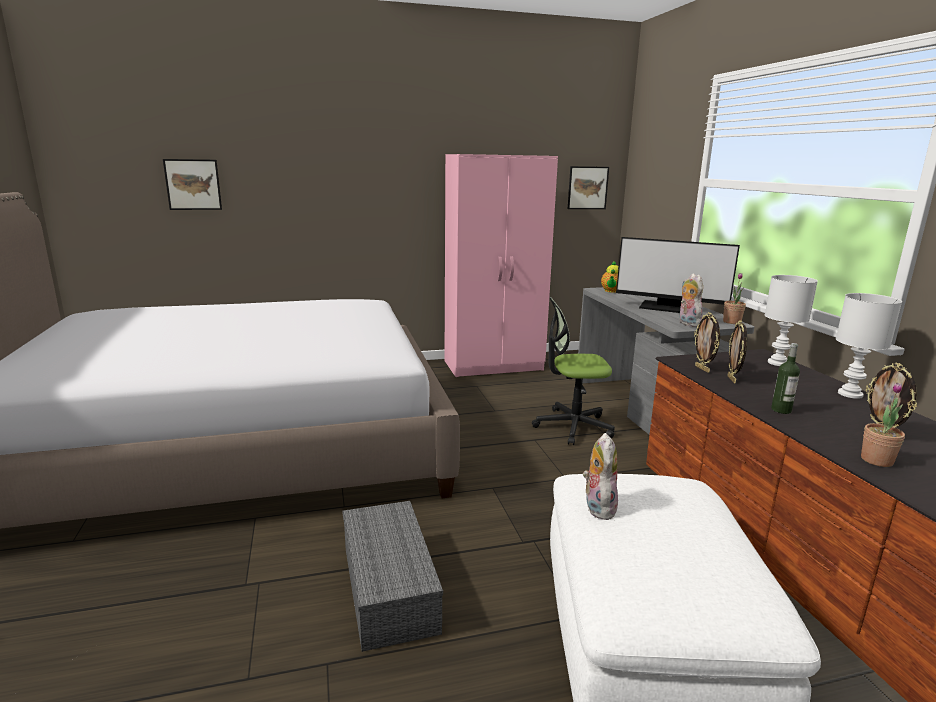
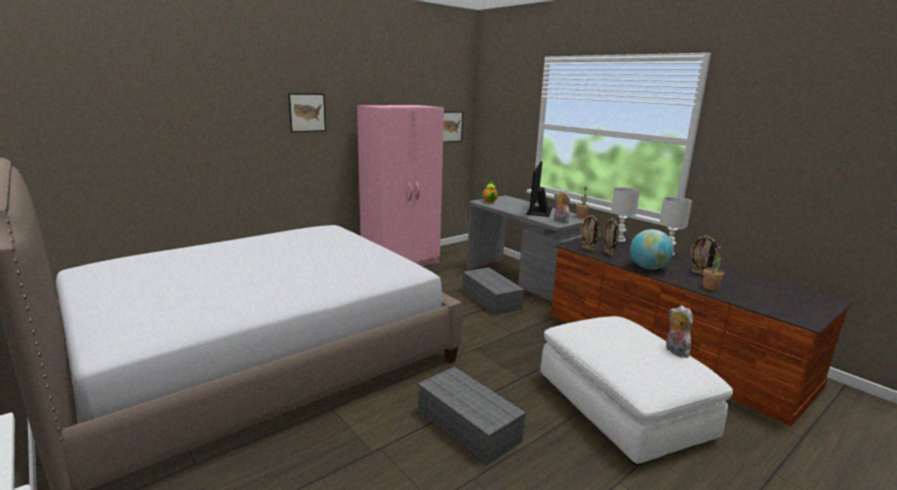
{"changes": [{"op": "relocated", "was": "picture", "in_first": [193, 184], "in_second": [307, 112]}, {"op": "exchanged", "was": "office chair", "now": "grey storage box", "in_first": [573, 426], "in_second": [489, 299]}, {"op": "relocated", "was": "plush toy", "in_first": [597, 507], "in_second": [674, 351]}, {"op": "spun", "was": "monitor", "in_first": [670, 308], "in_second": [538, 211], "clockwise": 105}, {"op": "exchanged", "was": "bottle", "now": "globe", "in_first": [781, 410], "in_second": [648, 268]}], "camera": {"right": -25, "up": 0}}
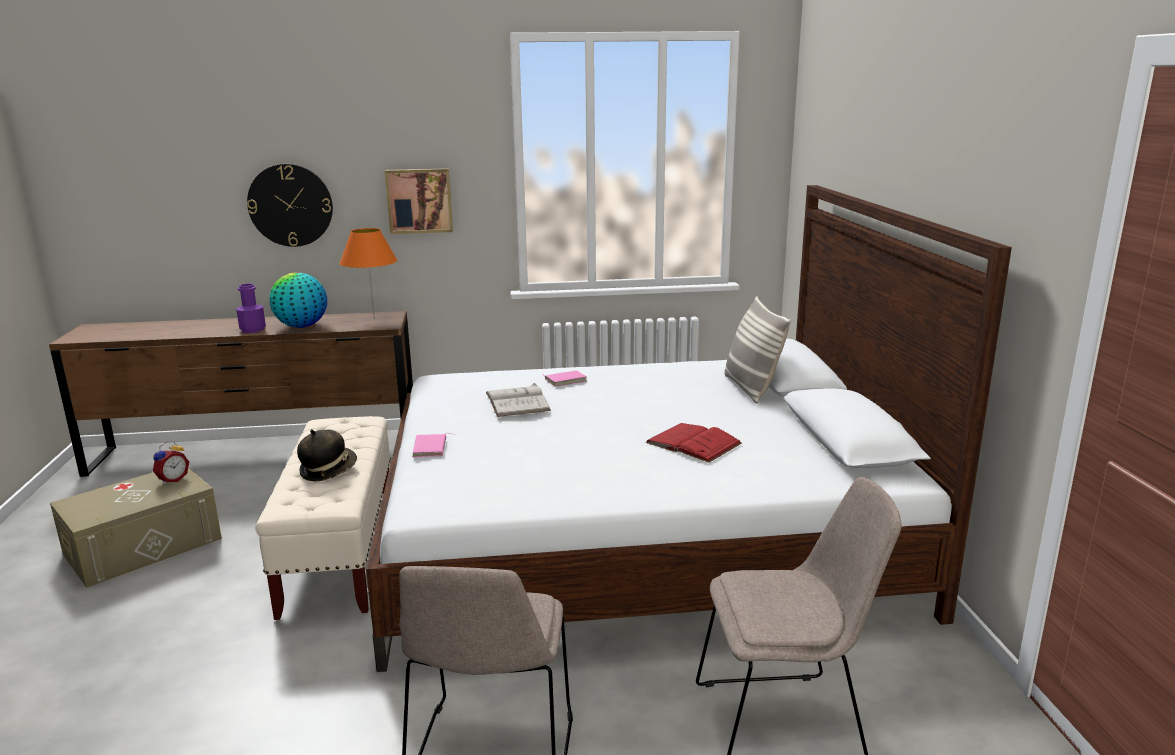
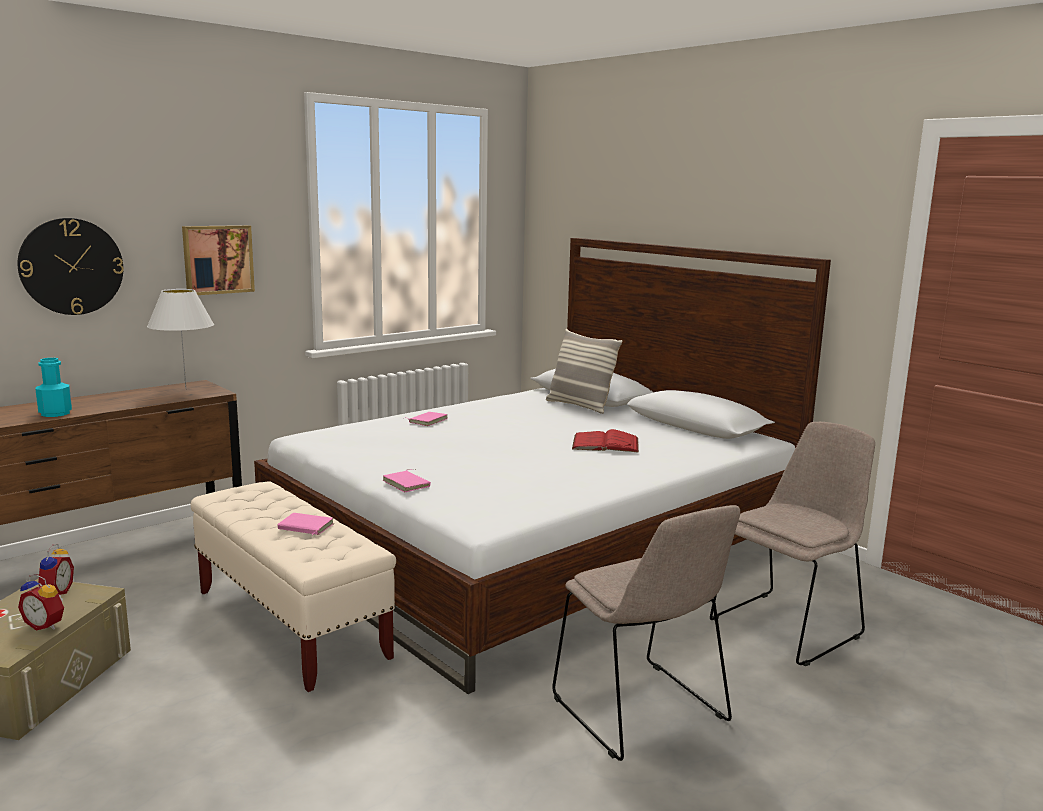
{"changes": [{"op": "colour", "was": "purple bottle", "now": "turquoise bottle", "in_first": [253, 330], "in_second": [55, 413]}, {"op": "missing", "was": "globe", "in_first": [301, 326]}, {"op": "exchanged", "was": "hat", "now": "pink book", "in_first": [328, 470], "in_second": [304, 527]}, {"op": "colour", "was": "orange table lamp", "now": "white table lamp", "in_first": [374, 318], "in_second": [185, 389]}, {"op": "missing", "was": "white book", "in_first": [517, 401]}, {"op": "appeared", "now": "alarm clock", "in_second": [46, 625]}], "camera": {"right": -35, "up": -5}}
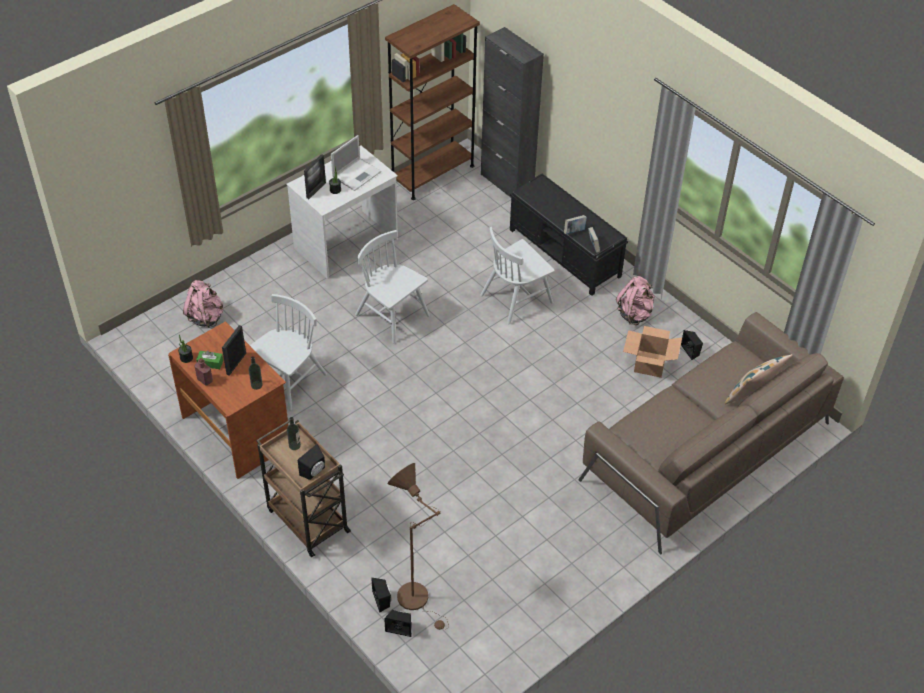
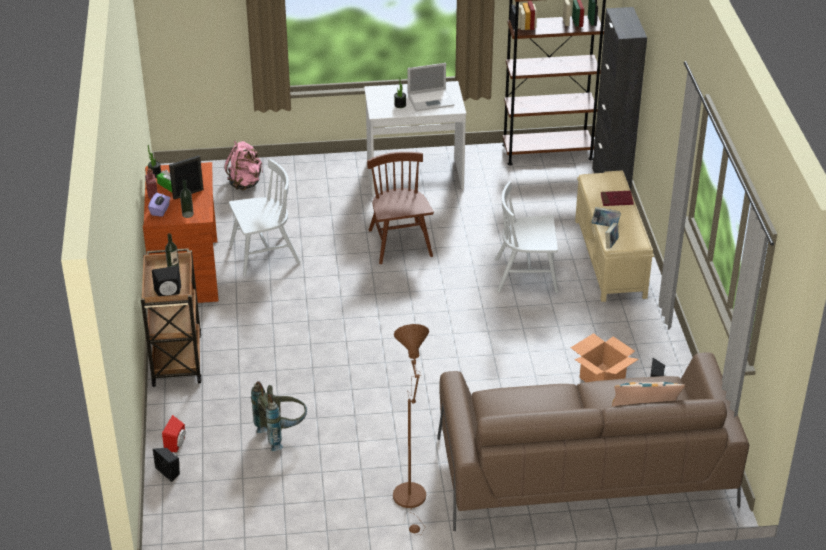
{"changes": [{"op": "missing", "was": "picture frame", "in_first": [316, 190]}, {"op": "colour", "was": "white chair", "now": "brown chair", "in_first": [392, 316], "in_second": [400, 243]}, {"op": "colour", "was": "black speaker", "now": "red speaker", "in_first": [383, 600], "in_second": [177, 444]}, {"op": "relocated", "was": "brown floor lamp", "in_first": [418, 600], "in_second": [411, 500]}, {"op": "colour", "was": "black bench", "now": "beige bench", "in_first": [565, 253], "in_second": [610, 259]}, {"op": "missing", "was": "pink backpack", "in_first": [635, 314]}, {"op": "appeared", "now": "purple tissue box", "in_second": [160, 210]}, {"op": "appeared", "now": "grey backpack", "in_second": [282, 433]}, {"op": "appeared", "now": "red book", "in_second": [616, 200]}], "camera": {"right": 35, "up": -10}}
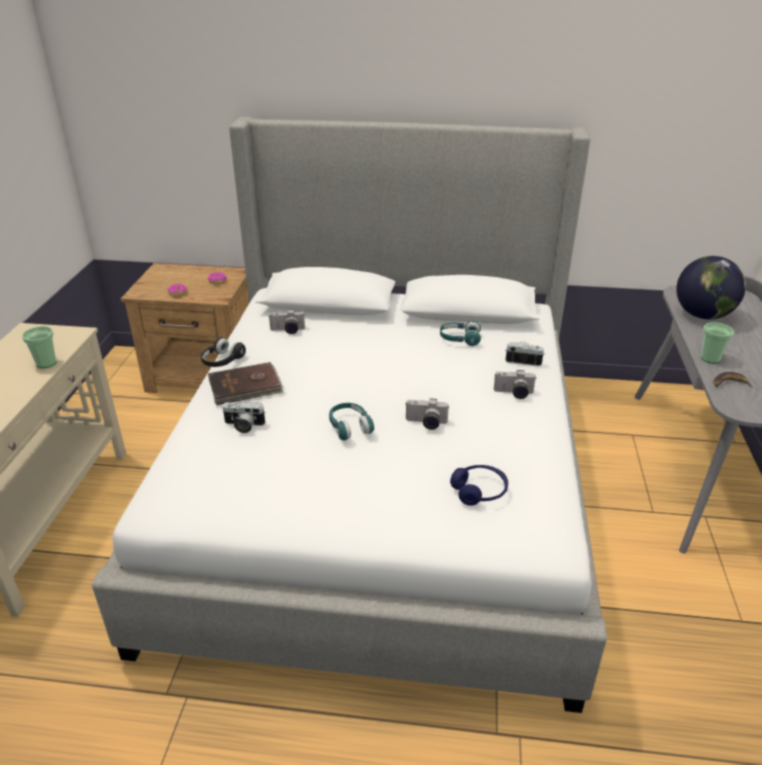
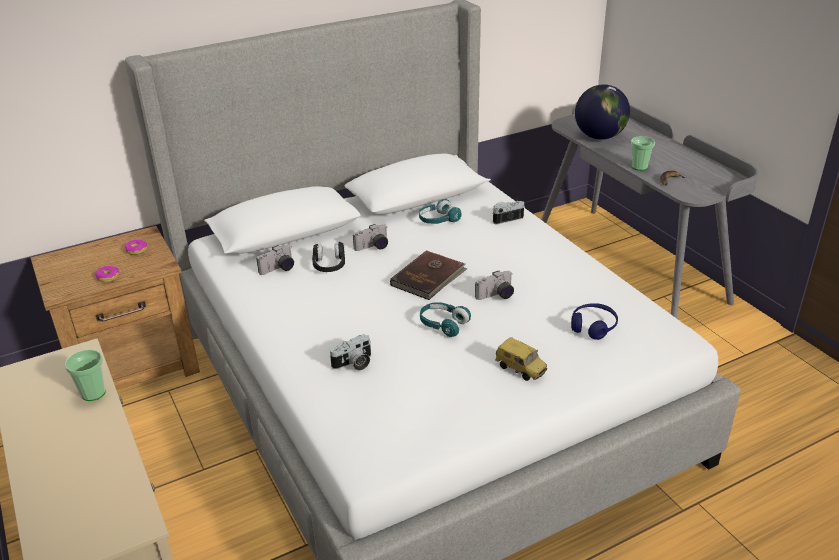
{"changes": [{"op": "relocated", "was": "black headphones", "in_first": [222, 361], "in_second": [329, 265]}, {"op": "relocated", "was": "brown book", "in_first": [246, 387], "in_second": [429, 278]}, {"op": "relocated", "was": "photo camera", "in_first": [513, 394], "in_second": [373, 247]}, {"op": "appeared", "now": "toy car", "in_second": [521, 369]}], "camera": {"right": -35, "up": 0}}
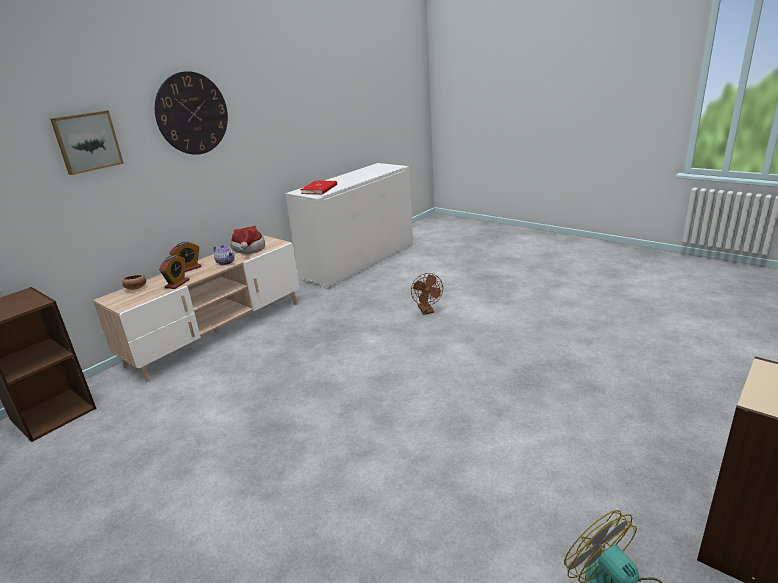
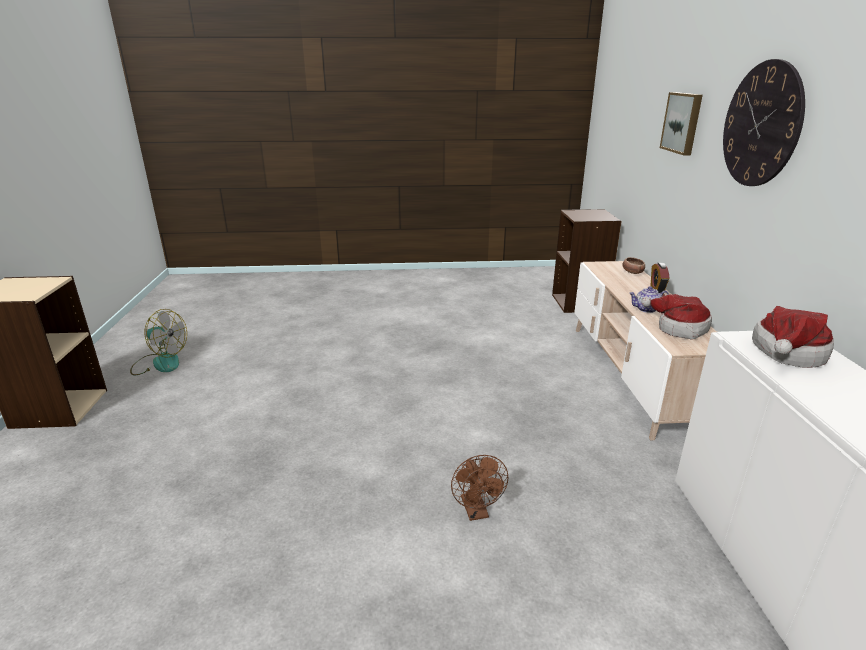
{"changes": [{"op": "missing", "was": "alarm clock", "in_first": [177, 284]}, {"op": "exchanged", "was": "red book", "now": "hat", "in_first": [320, 189], "in_second": [786, 354]}, {"op": "spun", "was": "brown fan", "in_first": [427, 311], "in_second": [476, 512], "clockwise": -135}], "camera": {"right": 135, "up": 0}}
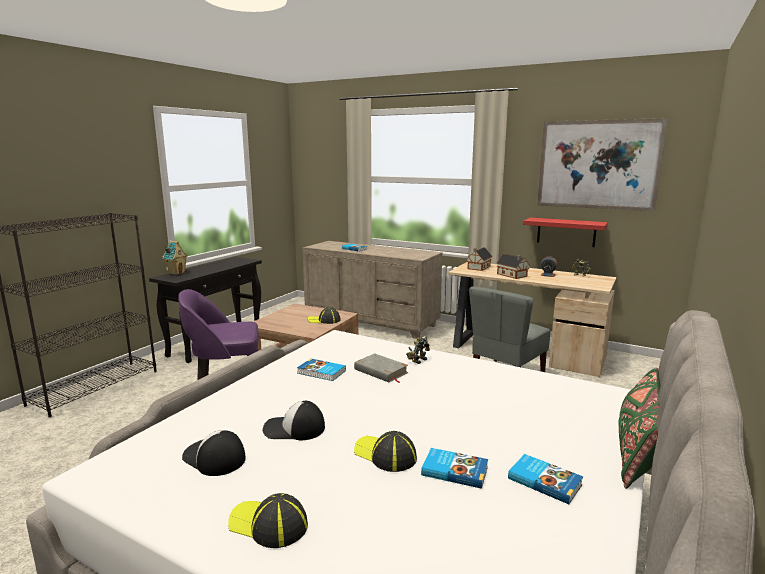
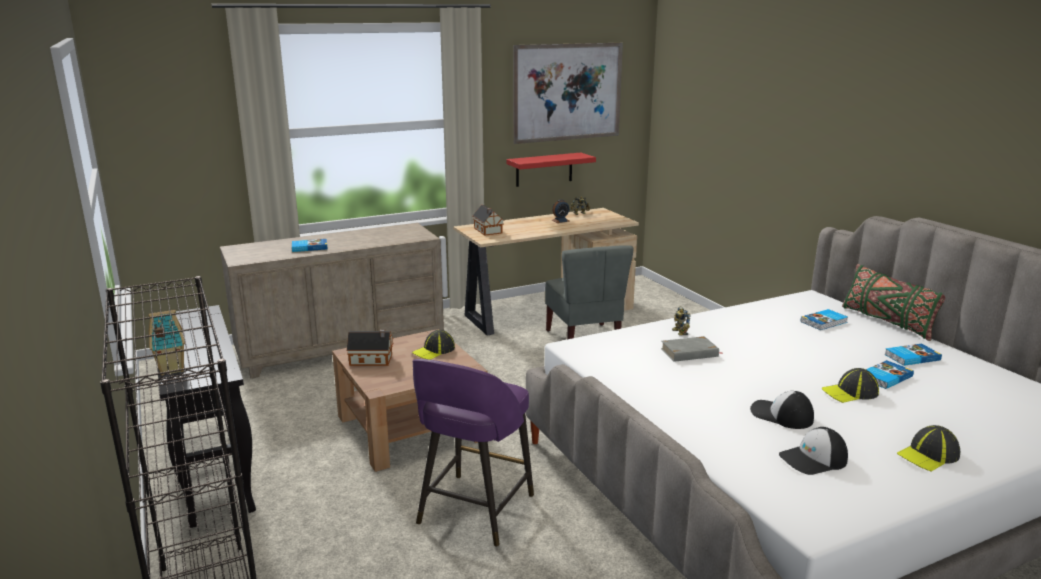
{"changes": [{"op": "spun", "was": "cap", "in_first": [293, 429], "in_second": [781, 415], "clockwise": 90}, {"op": "relocated", "was": "book", "in_first": [321, 372], "in_second": [824, 322]}, {"op": "relocated", "was": "toy house", "in_first": [512, 275], "in_second": [373, 360]}], "camera": {"right": -55, "up": 5}}
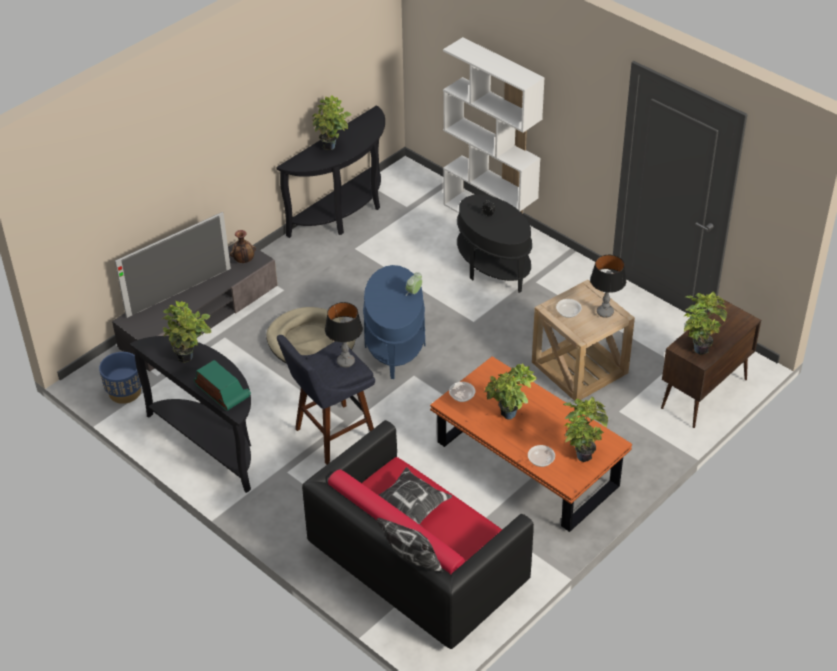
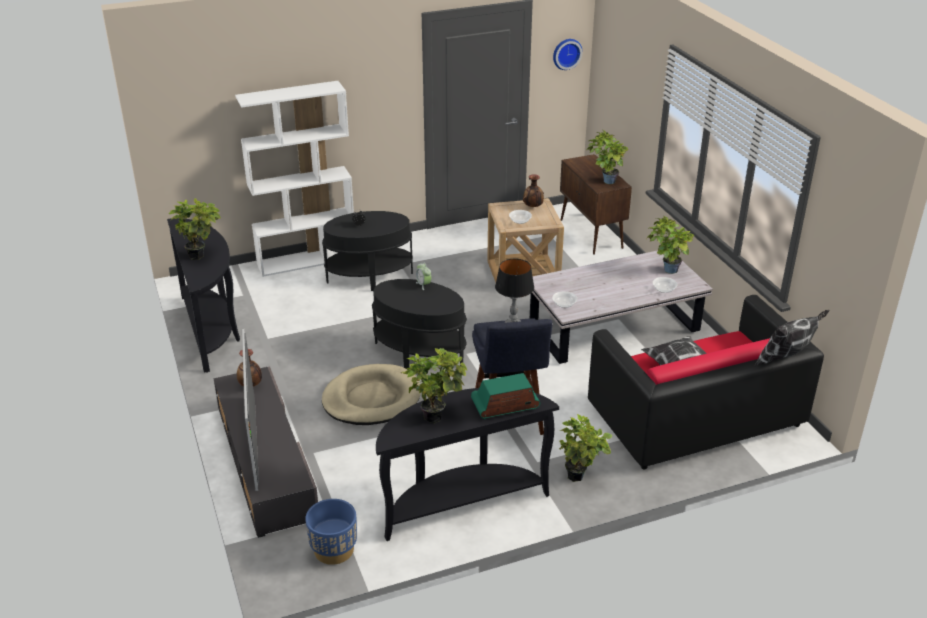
{"changes": [{"op": "colour", "was": "blue side table", "now": "black side table", "in_first": [395, 345], "in_second": [419, 353]}, {"op": "colour", "was": "orange coffee table", "now": "white coffee table", "in_first": [527, 464], "in_second": [613, 328]}, {"op": "relocated", "was": "potted plant", "in_first": [509, 417], "in_second": [580, 478]}, {"op": "exchanged", "was": "table lamp", "now": "vase", "in_first": [604, 312], "in_second": [533, 207]}, {"op": "appeared", "now": "wall clock", "in_second": [566, 53]}], "camera": {"right": -65, "up": -10}}
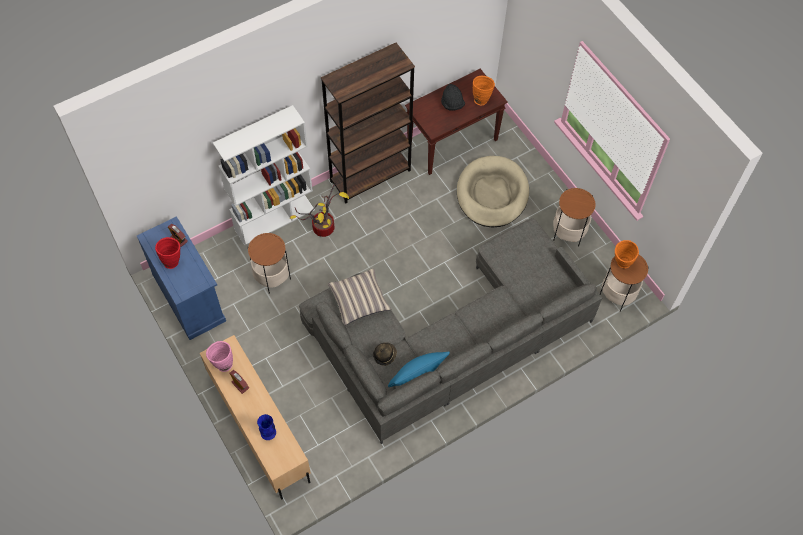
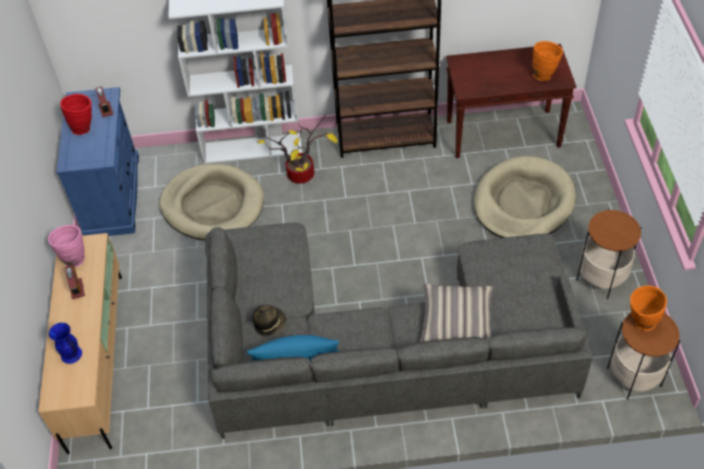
{"changes": [{"op": "exchanged", "was": "side table", "now": "beige dog bed", "in_first": [272, 277], "in_second": [212, 205]}, {"op": "relocated", "was": "pillow", "in_first": [359, 300], "in_second": [456, 320]}, {"op": "missing", "was": "black hat", "in_first": [452, 104]}], "camera": {"right": 30, "up": -10}}
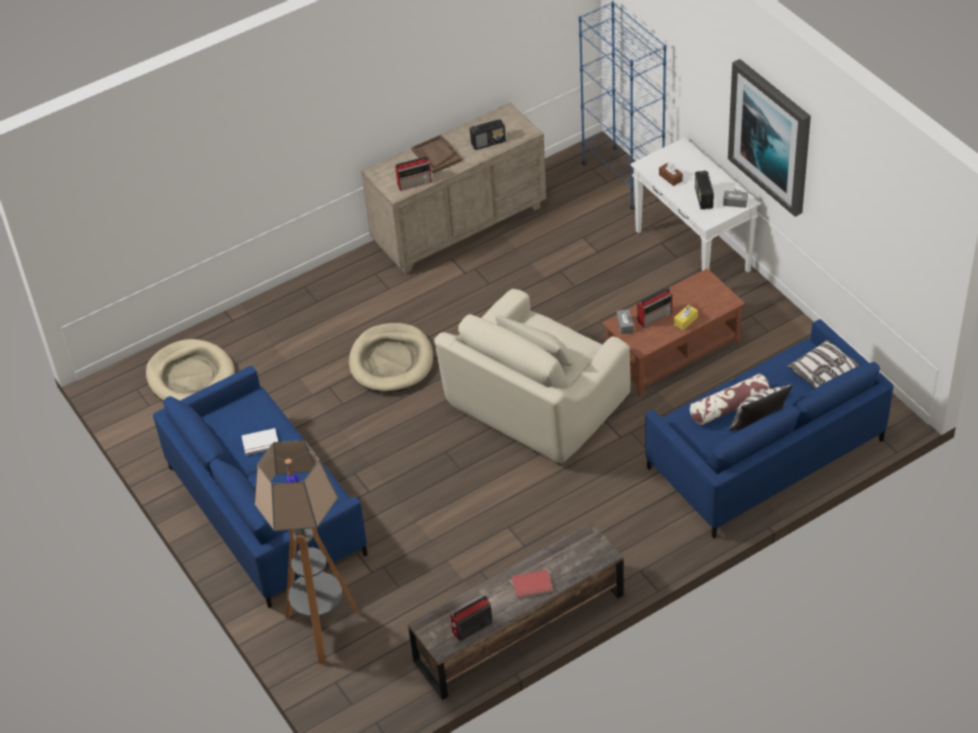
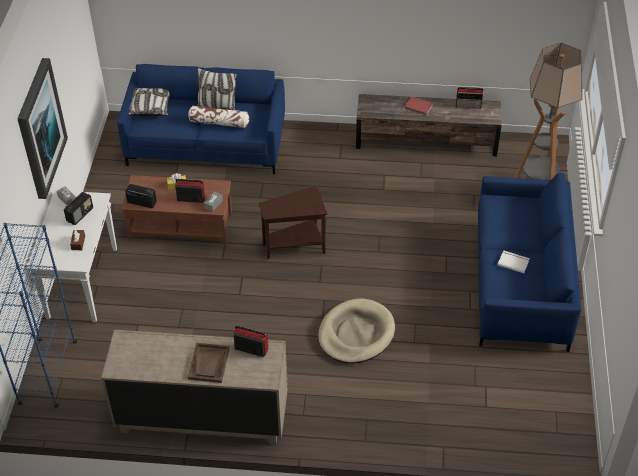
{"changes": [{"op": "missing", "was": "beige dog bed", "in_first": [191, 377]}, {"op": "exchanged", "was": "beige armchair", "now": "brown side table", "in_first": [535, 405], "in_second": [296, 245]}, {"op": "relocated", "was": "radio", "in_first": [488, 142], "in_second": [141, 202]}], "camera": {"right": -145, "up": 0}}
